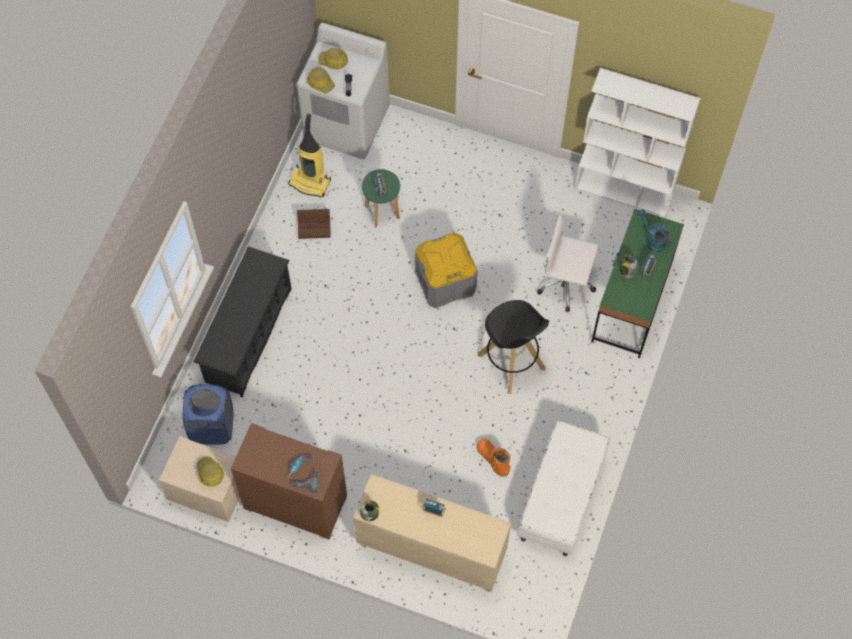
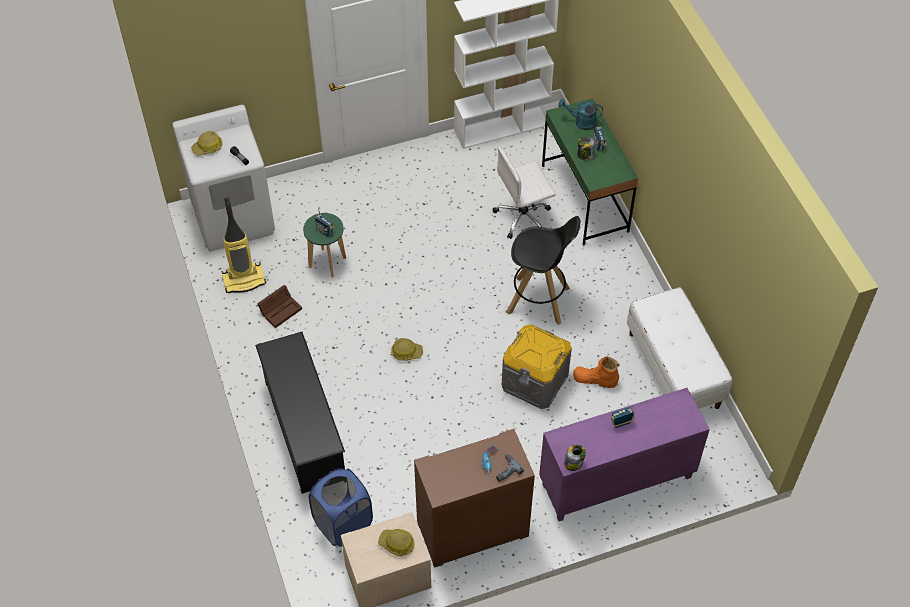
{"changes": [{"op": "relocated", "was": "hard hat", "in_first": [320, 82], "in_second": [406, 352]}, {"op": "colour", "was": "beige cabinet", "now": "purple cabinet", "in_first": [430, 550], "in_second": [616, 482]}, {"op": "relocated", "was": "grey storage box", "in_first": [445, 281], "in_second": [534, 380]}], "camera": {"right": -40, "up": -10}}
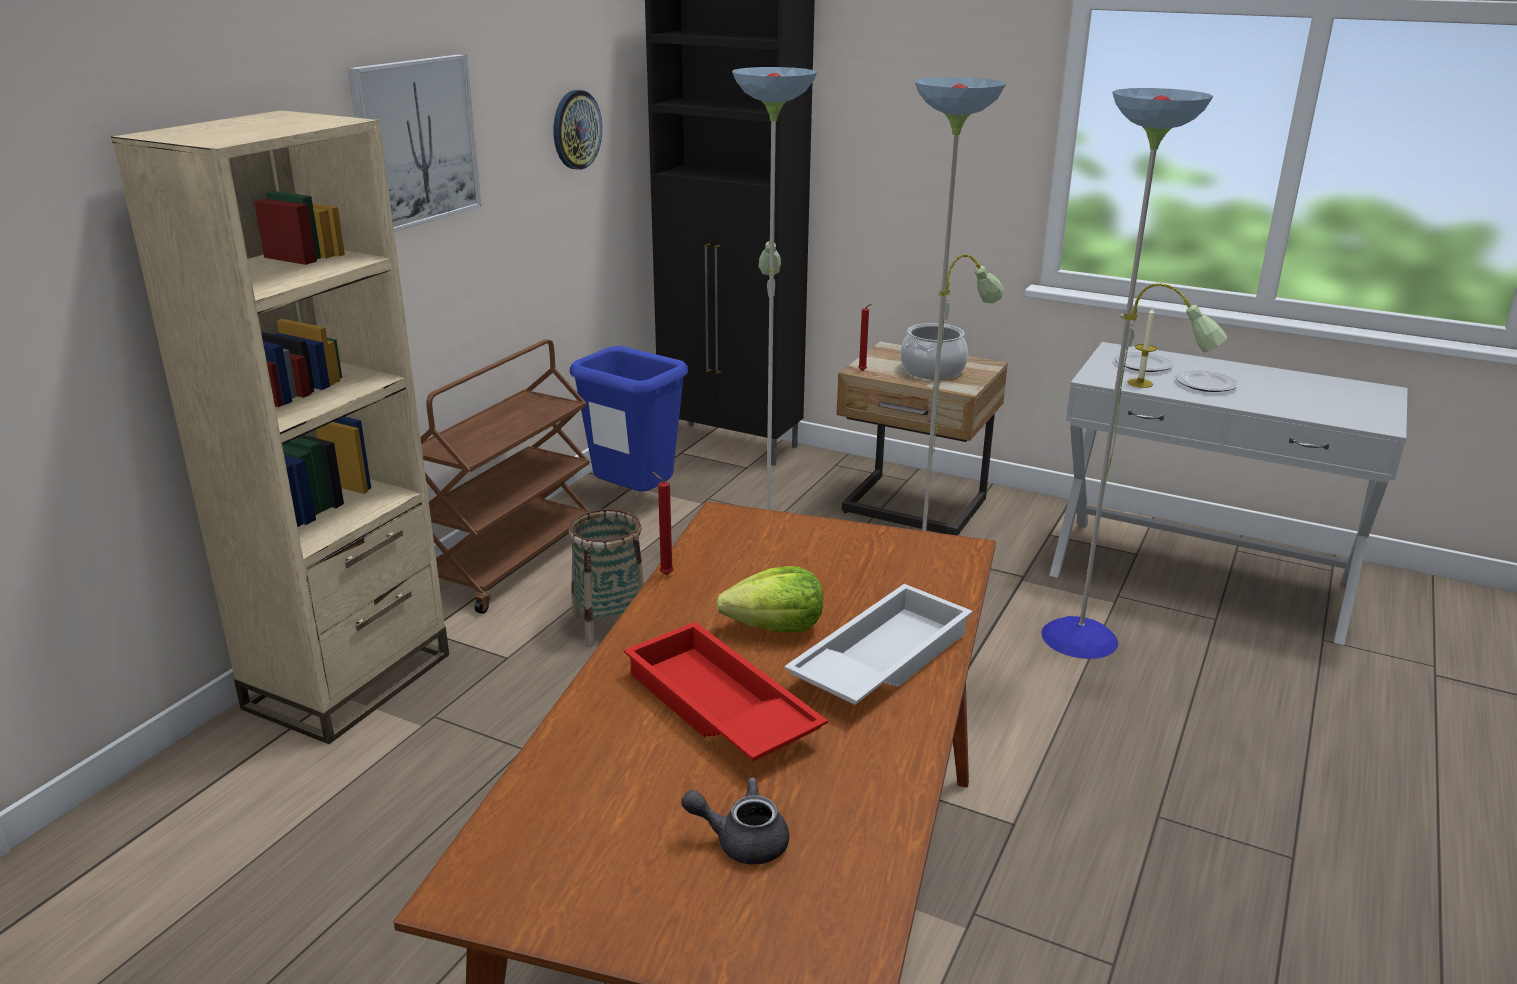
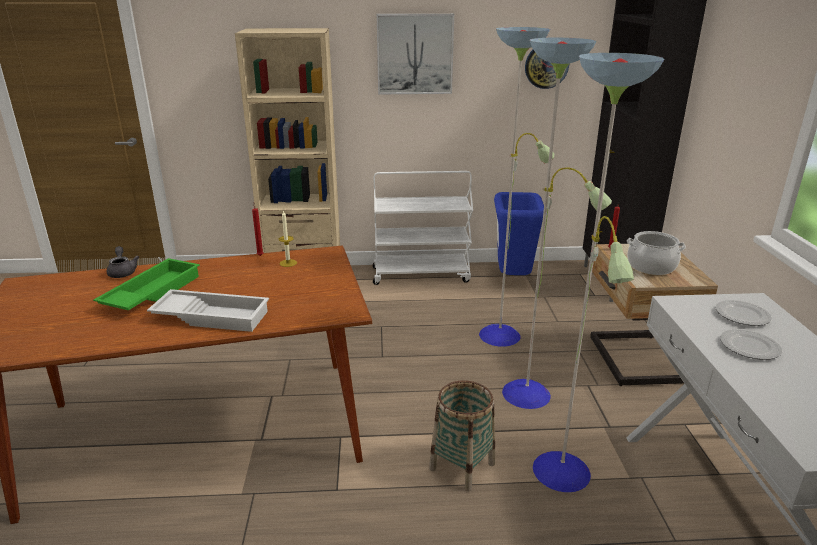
{"changes": [{"op": "colour", "was": "brown cart", "now": "white cart", "in_first": [511, 561], "in_second": [421, 274]}, {"op": "relocated", "was": "basket", "in_first": [610, 625], "in_second": [462, 466]}, {"op": "colour", "was": "red tray", "now": "green tray", "in_first": [717, 708], "in_second": [151, 292]}, {"op": "relocated", "was": "grey teapot", "in_first": [741, 840], "in_second": [122, 272]}, {"op": "missing", "was": "lettuce", "in_first": [776, 627]}, {"op": "relocated", "was": "candle", "in_first": [1140, 383], "in_second": [288, 263]}], "camera": {"right": 60, "up": 0}}
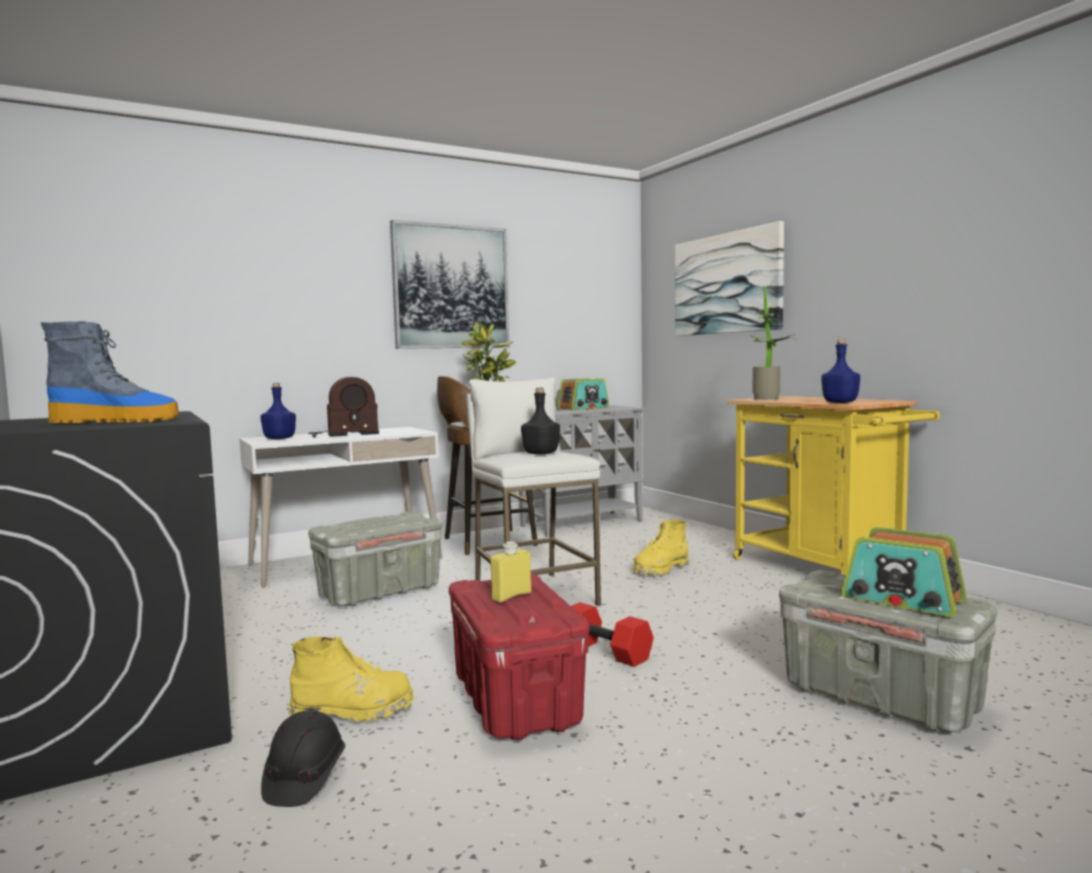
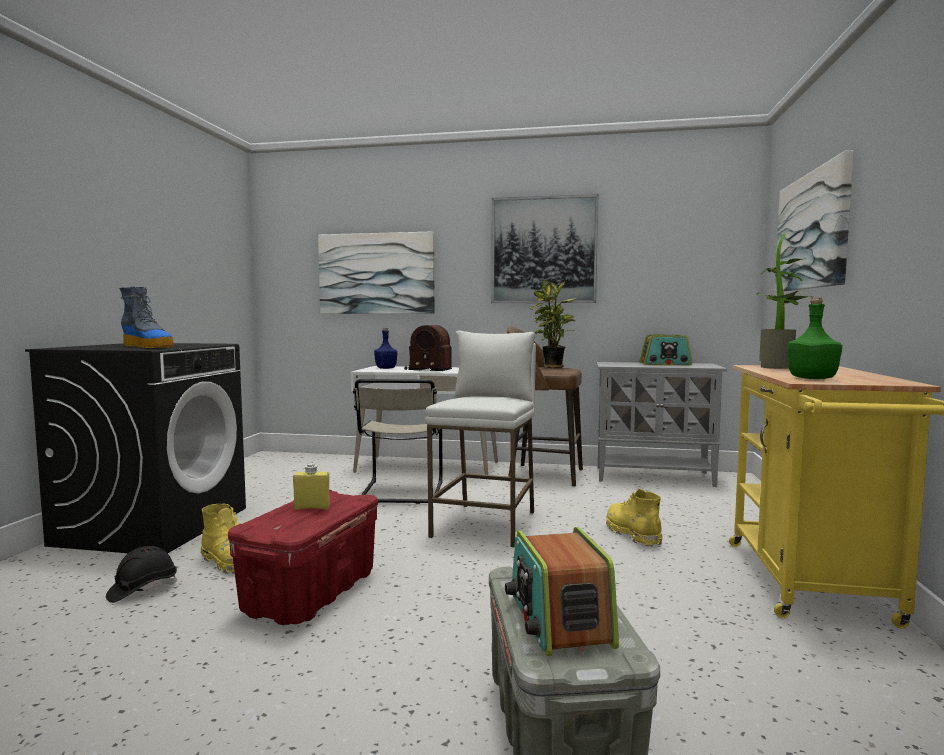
{"changes": [{"op": "exchanged", "was": "grey storage box", "now": "beige chair", "in_first": [379, 592], "in_second": [401, 493]}, {"op": "missing", "was": "black bottle", "in_first": [541, 453]}, {"op": "missing", "was": "red dumbbell", "in_first": [607, 651]}, {"op": "spun", "was": "yellow boot", "in_first": [660, 569], "in_second": [633, 534], "clockwise": 75}, {"op": "colour", "was": "blue bottle", "now": "green bottle", "in_first": [839, 402], "in_second": [811, 378]}, {"op": "appeared", "now": "picture", "in_second": [376, 273]}], "camera": {"right": 40, "up": 0}}
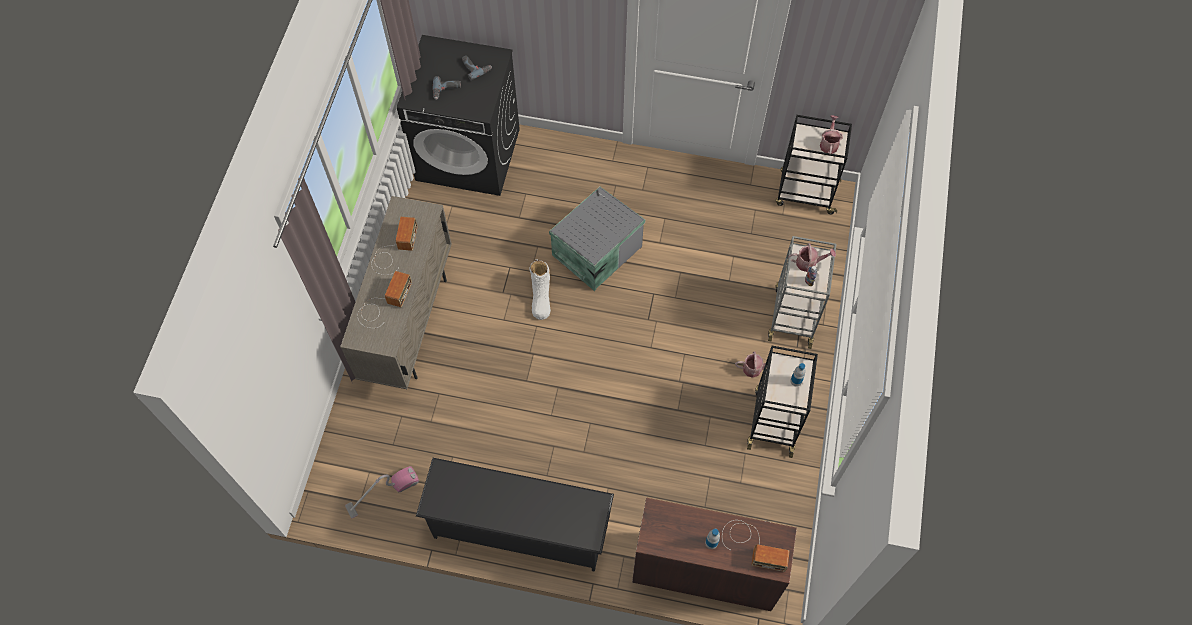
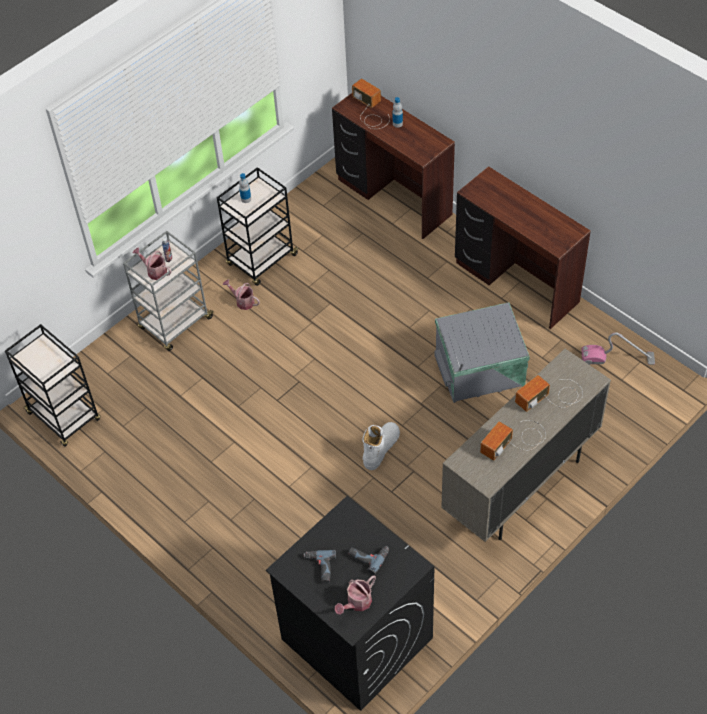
{"changes": [{"op": "exchanged", "was": "black shoe rack", "now": "brown desk", "in_first": [520, 528], "in_second": [515, 283]}, {"op": "relocated", "was": "grey storage box", "in_first": [595, 251], "in_second": [481, 370]}, {"op": "relocated", "was": "watering can", "in_first": [829, 143], "in_second": [357, 603]}], "camera": {"right": -145, "up": -10}}
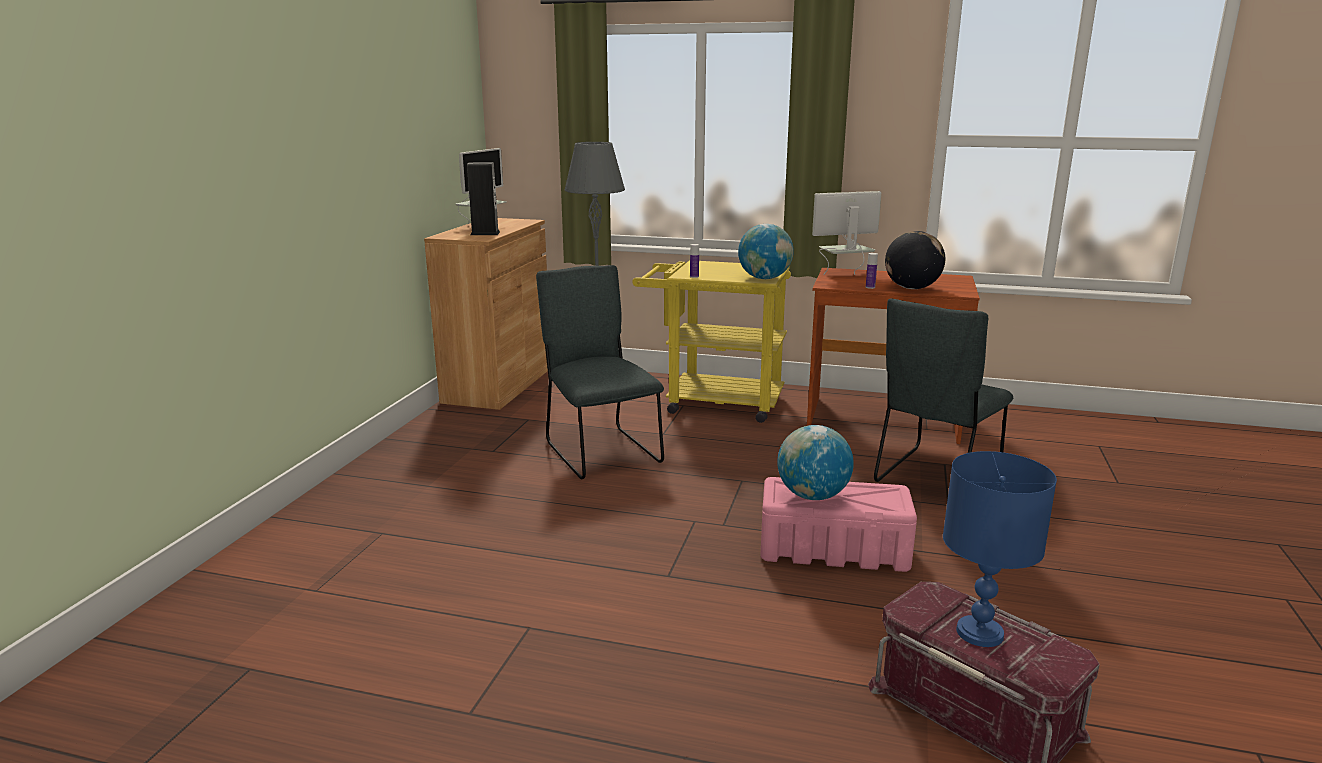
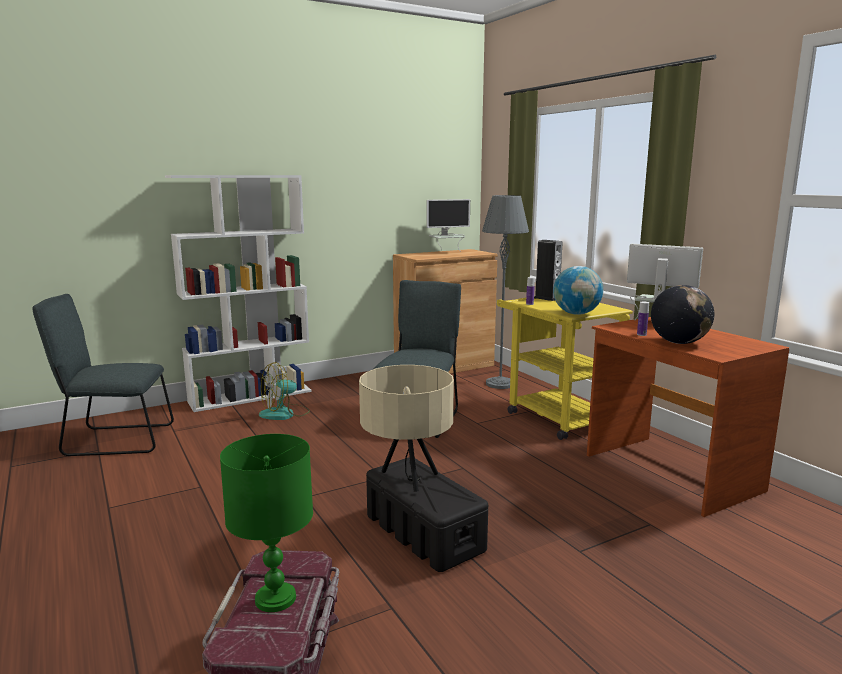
{"changes": [{"op": "relocated", "was": "speaker", "in_first": [485, 233], "in_second": [547, 298]}, {"op": "colour", "was": "pink storage box", "now": "black storage box", "in_first": [834, 549], "in_second": [424, 533]}, {"op": "exchanged", "was": "globe", "now": "beige table lamp", "in_first": [812, 496], "in_second": [407, 478]}, {"op": "relocated", "was": "grey chair", "in_first": [934, 479], "in_second": [114, 440]}, {"op": "colour", "was": "blue table lamp", "now": "green table lamp", "in_first": [979, 633], "in_second": [274, 598]}, {"op": "appeared", "now": "white bookcase", "in_second": [251, 396]}, {"op": "appeared", "now": "fan", "in_second": [284, 414]}], "camera": {"right": 45, "up": -5}}
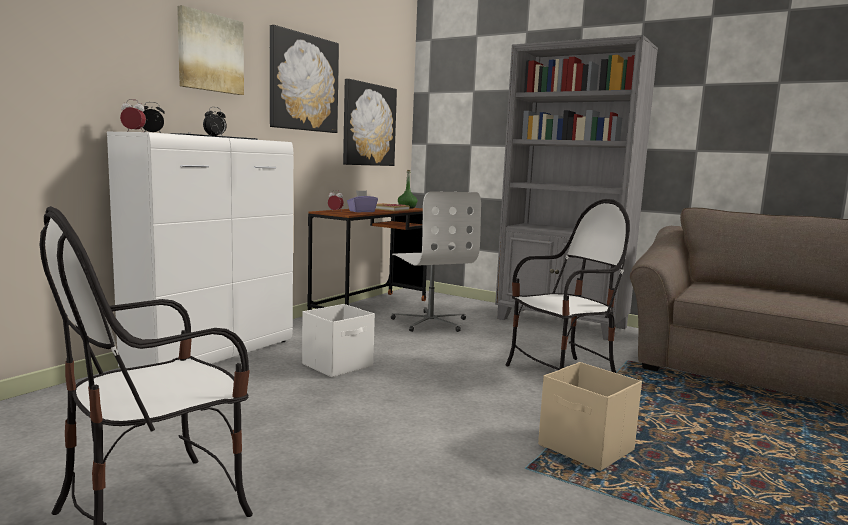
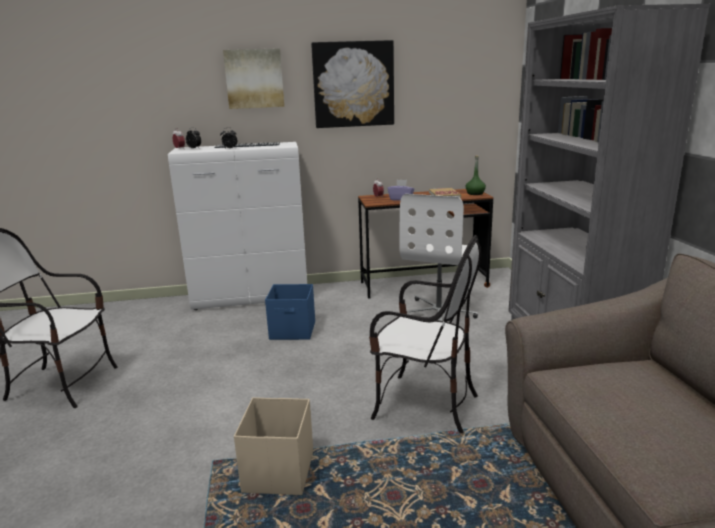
{"changes": [{"op": "colour", "was": "white storage box", "now": "blue storage box", "in_first": [338, 365], "in_second": [293, 331]}, {"op": "missing", "was": "picture", "in_first": [368, 125]}], "camera": {"right": 50, "up": 10}}
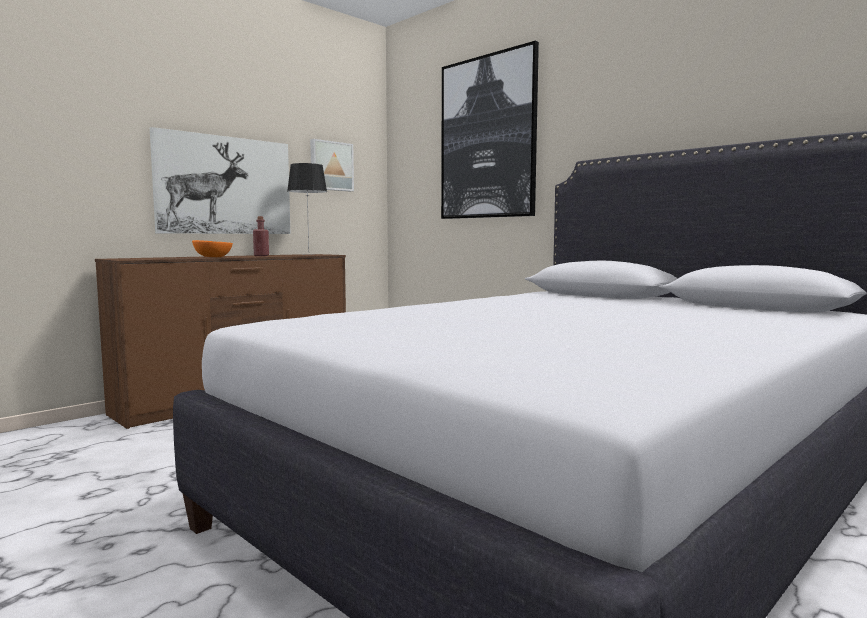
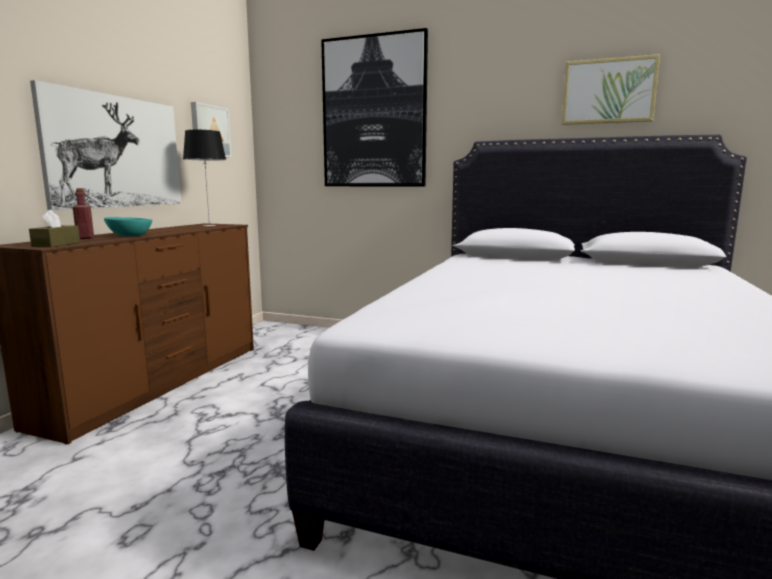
{"changes": [{"op": "colour", "was": "orange bowl", "now": "turquoise bowl", "in_first": [212, 257], "in_second": [129, 236]}, {"op": "relocated", "was": "red bottle", "in_first": [261, 256], "in_second": [85, 238]}, {"op": "appeared", "now": "brown tissue box", "in_second": [56, 244]}, {"op": "appeared", "now": "picture", "in_second": [608, 91]}], "camera": {"right": -25, "up": 5}}
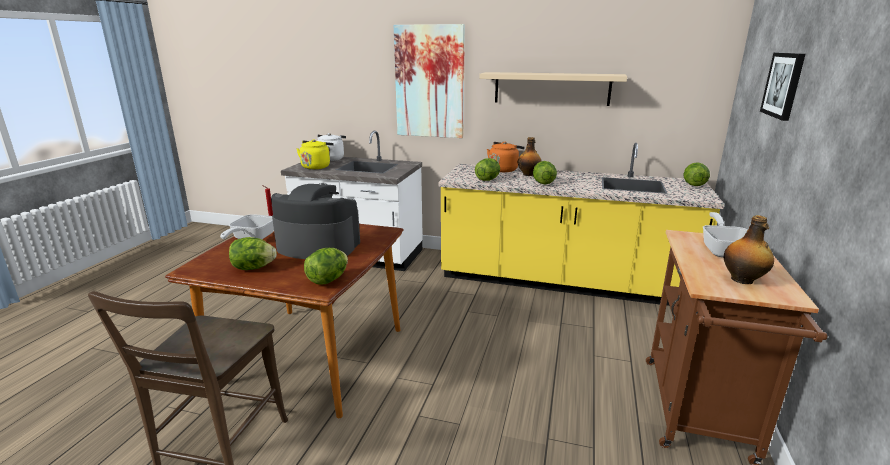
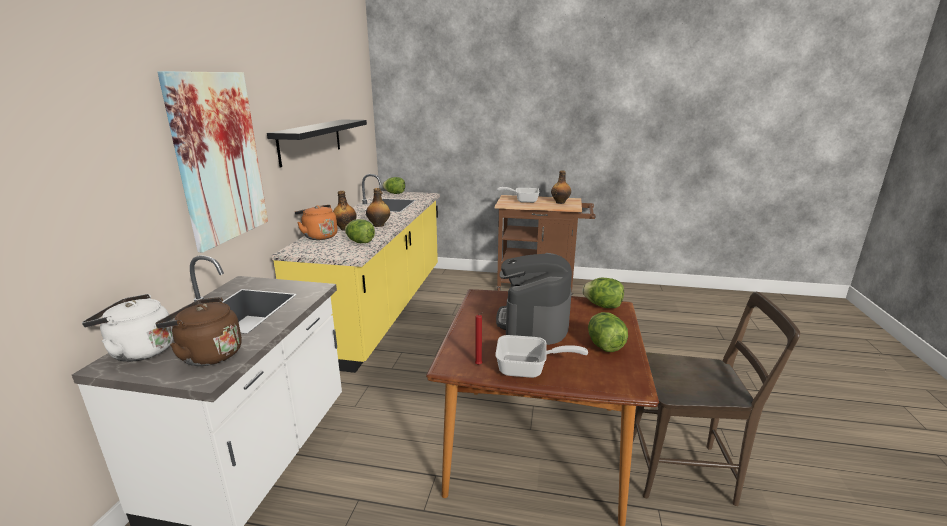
{"changes": [{"op": "colour", "was": "yellow kettle", "now": "brown kettle", "in_first": [316, 166], "in_second": [208, 355]}, {"op": "colour", "was": "beige shelf", "now": "black shelf", "in_first": [551, 88], "in_second": [310, 141]}, {"op": "exchanged", "was": "lettuce", "now": "bottle", "in_first": [543, 183], "in_second": [379, 225]}, {"op": "missing", "was": "picture", "in_first": [783, 85]}], "camera": {"right": -95, "up": 0}}
